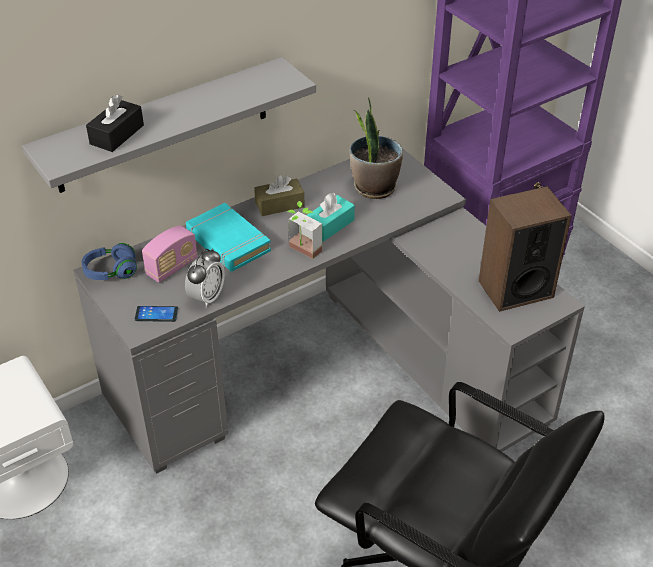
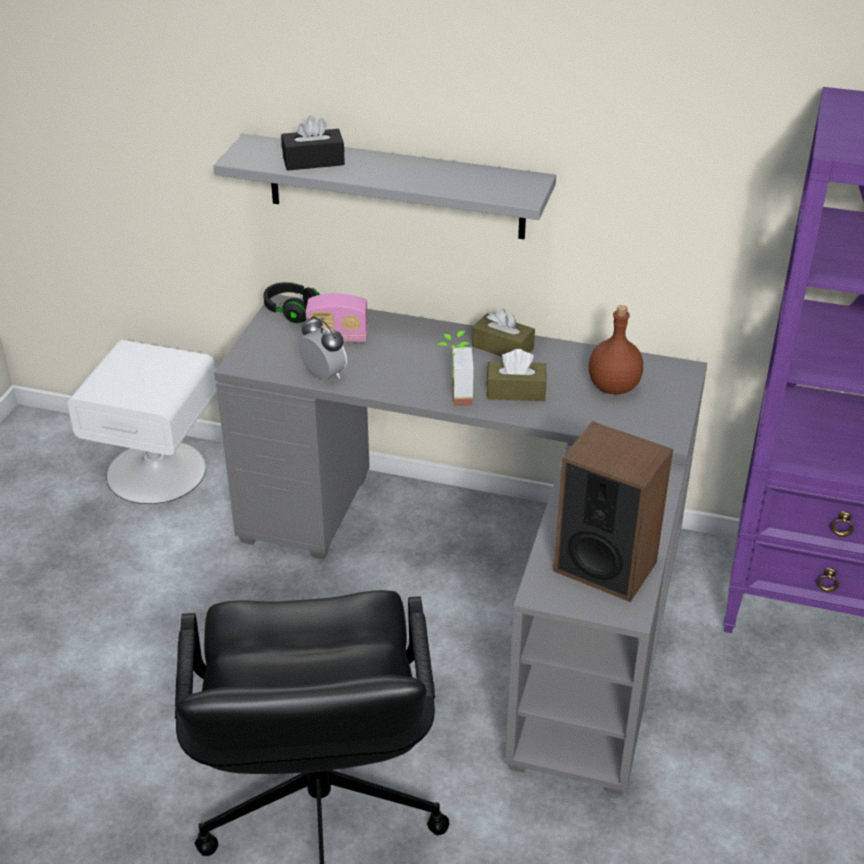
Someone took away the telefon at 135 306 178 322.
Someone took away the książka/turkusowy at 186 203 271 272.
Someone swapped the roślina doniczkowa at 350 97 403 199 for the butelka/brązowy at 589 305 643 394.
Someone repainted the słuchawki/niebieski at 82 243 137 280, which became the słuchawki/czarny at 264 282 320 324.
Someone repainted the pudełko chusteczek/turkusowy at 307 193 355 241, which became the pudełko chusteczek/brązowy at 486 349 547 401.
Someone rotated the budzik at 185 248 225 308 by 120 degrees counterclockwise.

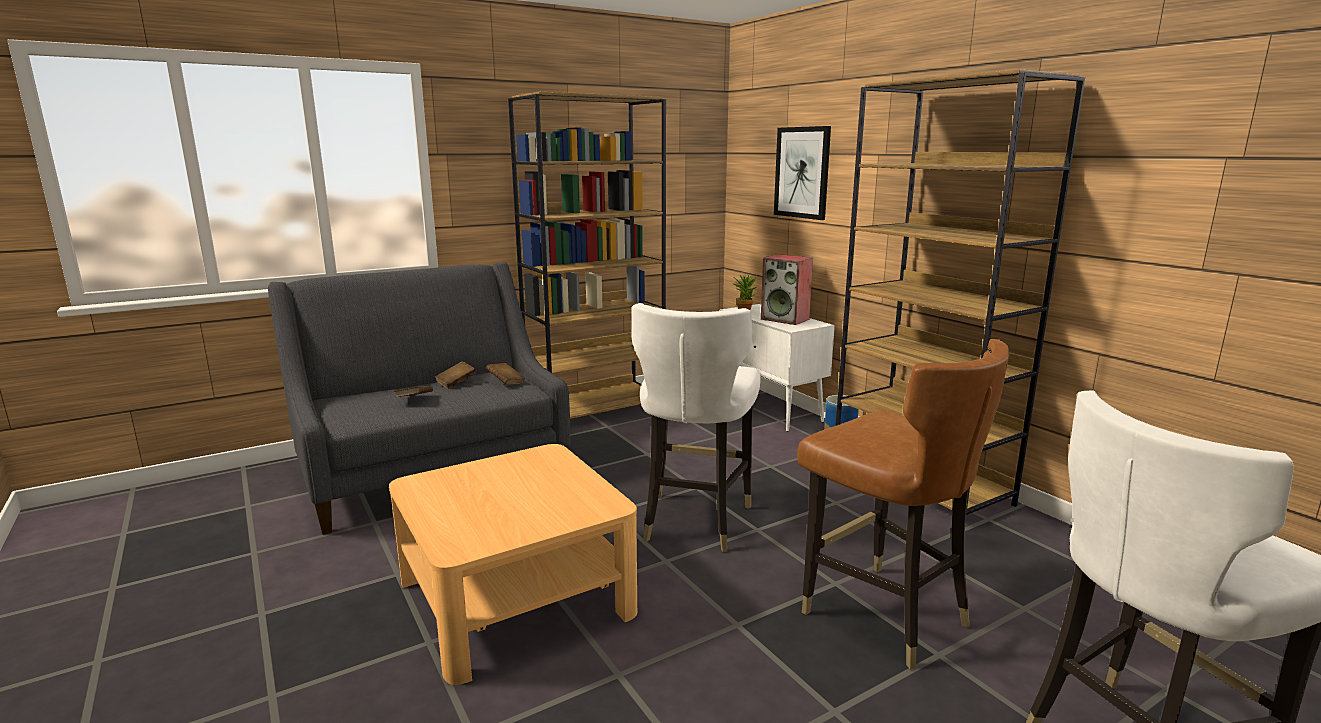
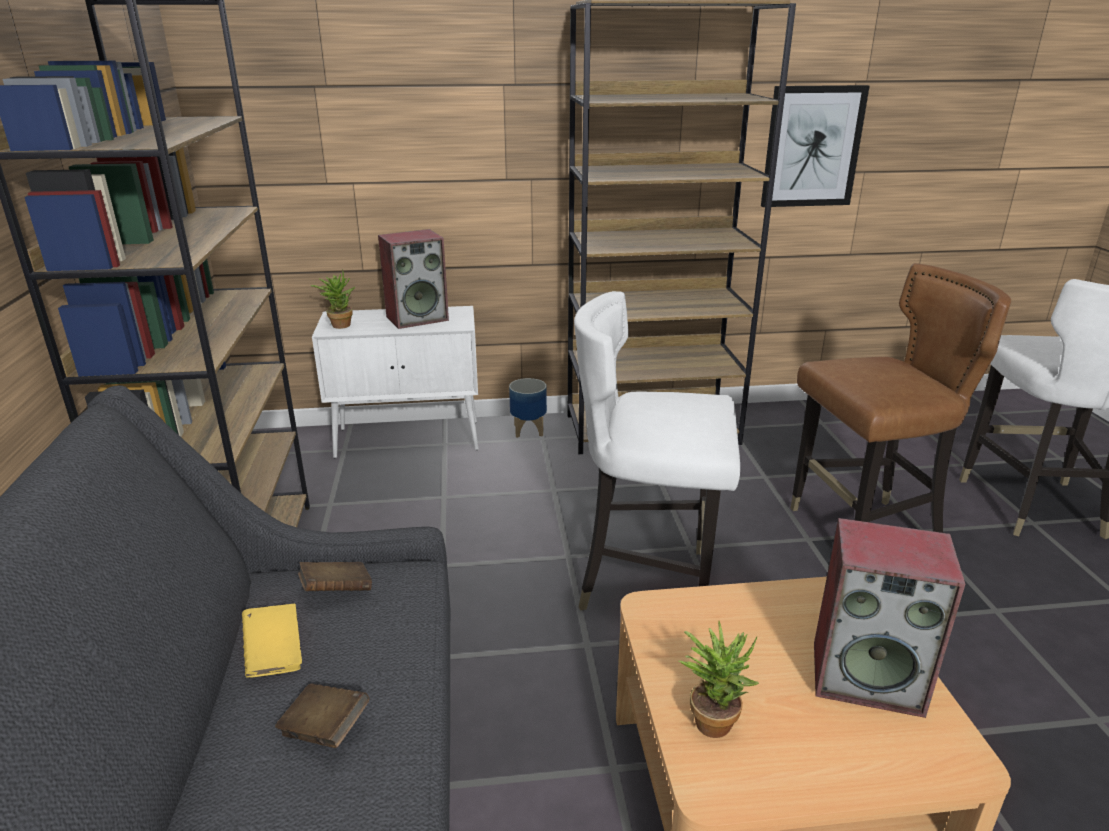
Someone put down the roślina doniczkowa at 679 621 759 738.
Someone put down the głośnik at 814 518 965 718.
Someone carried the obraz from 774 126 831 220 to 761 85 870 207.
Someone repainted the książka/brązowy at 435 361 476 389, which became the książka/żółty at 242 604 302 678.
Someone rotated the krzesło/biały at 631 303 761 552 by 150 degrees clockwise.

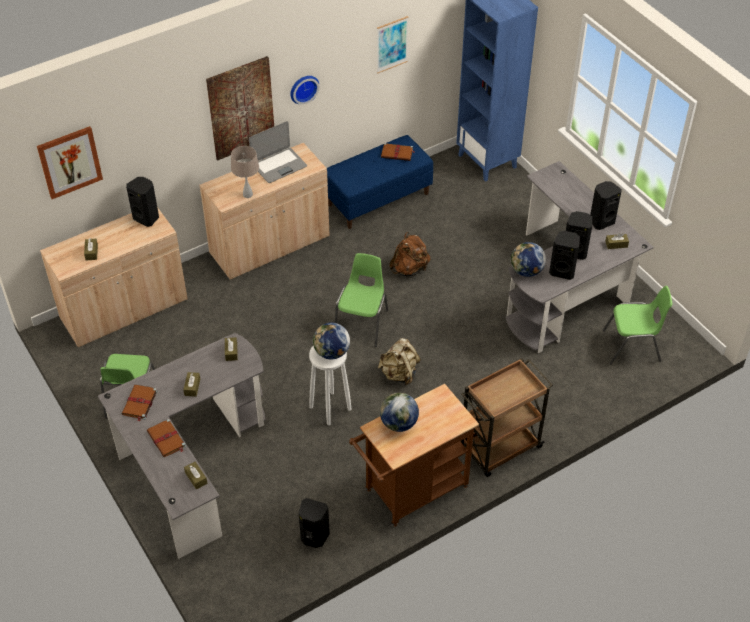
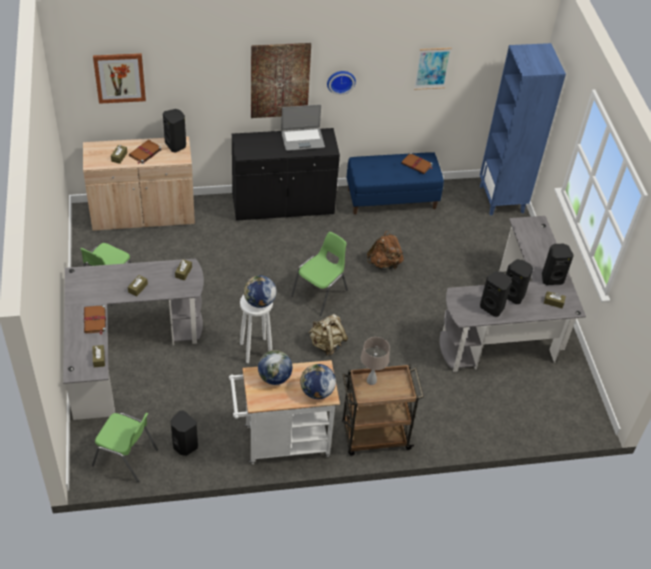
Someone carried the książka/brązowy from 122 385 157 421 to 129 140 162 164.
Someone carried the lampa stołowa/beżowy from 231 146 259 198 to 361 337 390 385.
Someone carried the globus from 511 242 546 277 to 300 364 336 399.
Someone carried the krzesło/zielony from 603 286 672 364 to 92 413 158 482.
Someone repainted the szafka/beżowy at 199 143 330 280, which became the szafka/czarny at 232 128 340 221.
Someone repainted the wózek/brązowy at 349 384 479 527, which became the wózek/biały at 229 360 340 464.

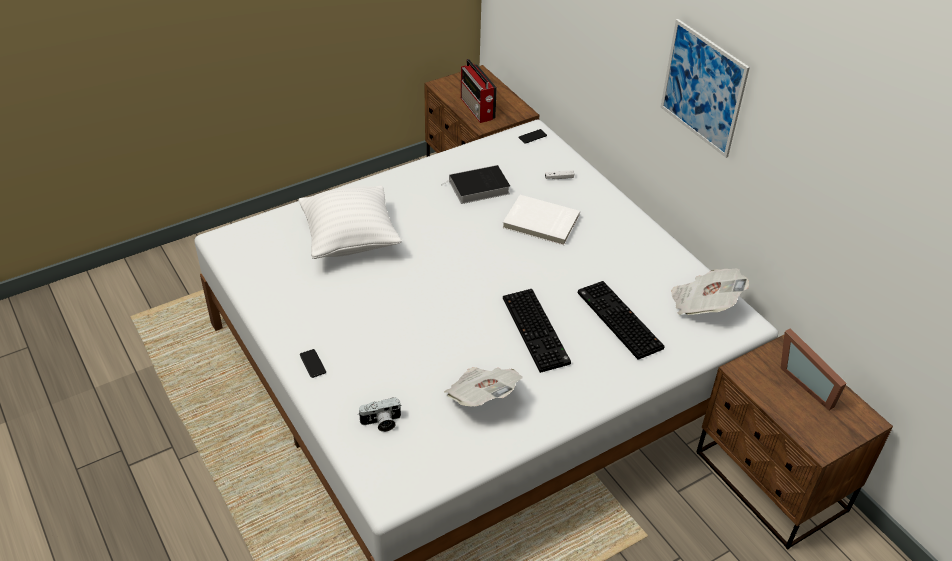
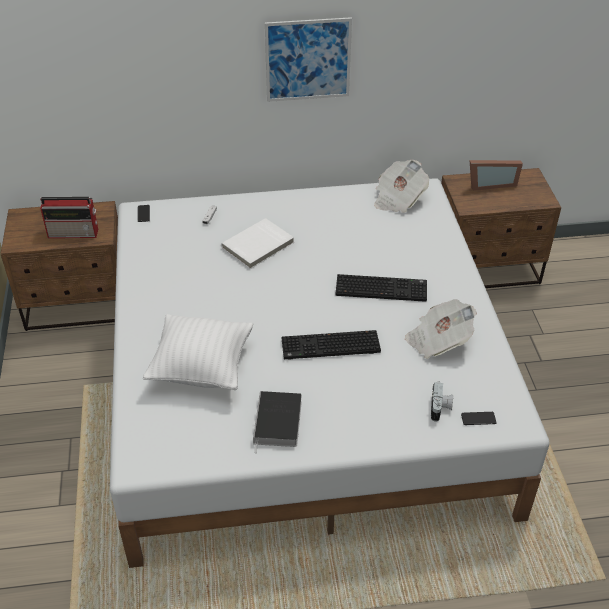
Someone carried the telefon from 300 349 326 378 to 461 412 497 425.
Someone carried the książka from 441 165 510 204 to 253 391 302 454.
Someone carried the klawiatura from 578 281 665 360 to 282 330 381 360.

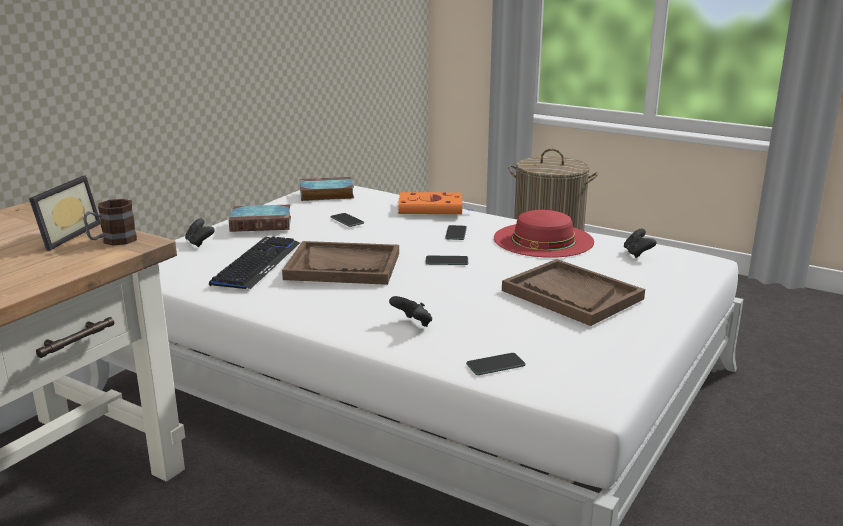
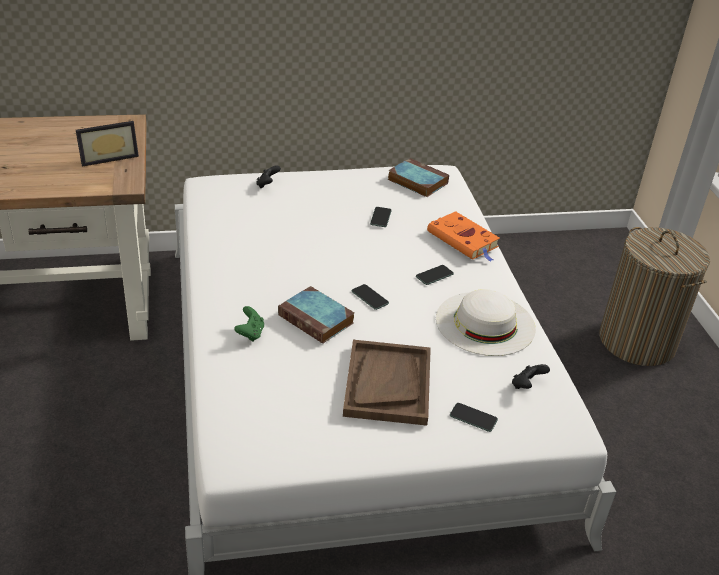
Someone took away the kubek at 83 199 137 246.
Someone took away the klawiatura at 209 237 300 289.
Someone took away the taca/brązowy at 282 241 399 285.
Someone carried the książka from 229 205 291 232 to 278 286 354 344.
Someone carried the telefon from 466 353 526 375 to 450 403 498 432.
Someone repainted the pad do gier/czarny at 389 296 432 327, which became the pad do gier/zielony at 234 306 264 342.
Someone repainted the kapelusz/czerwony at 494 210 594 258, which became the kapelusz/biały at 436 289 536 356.

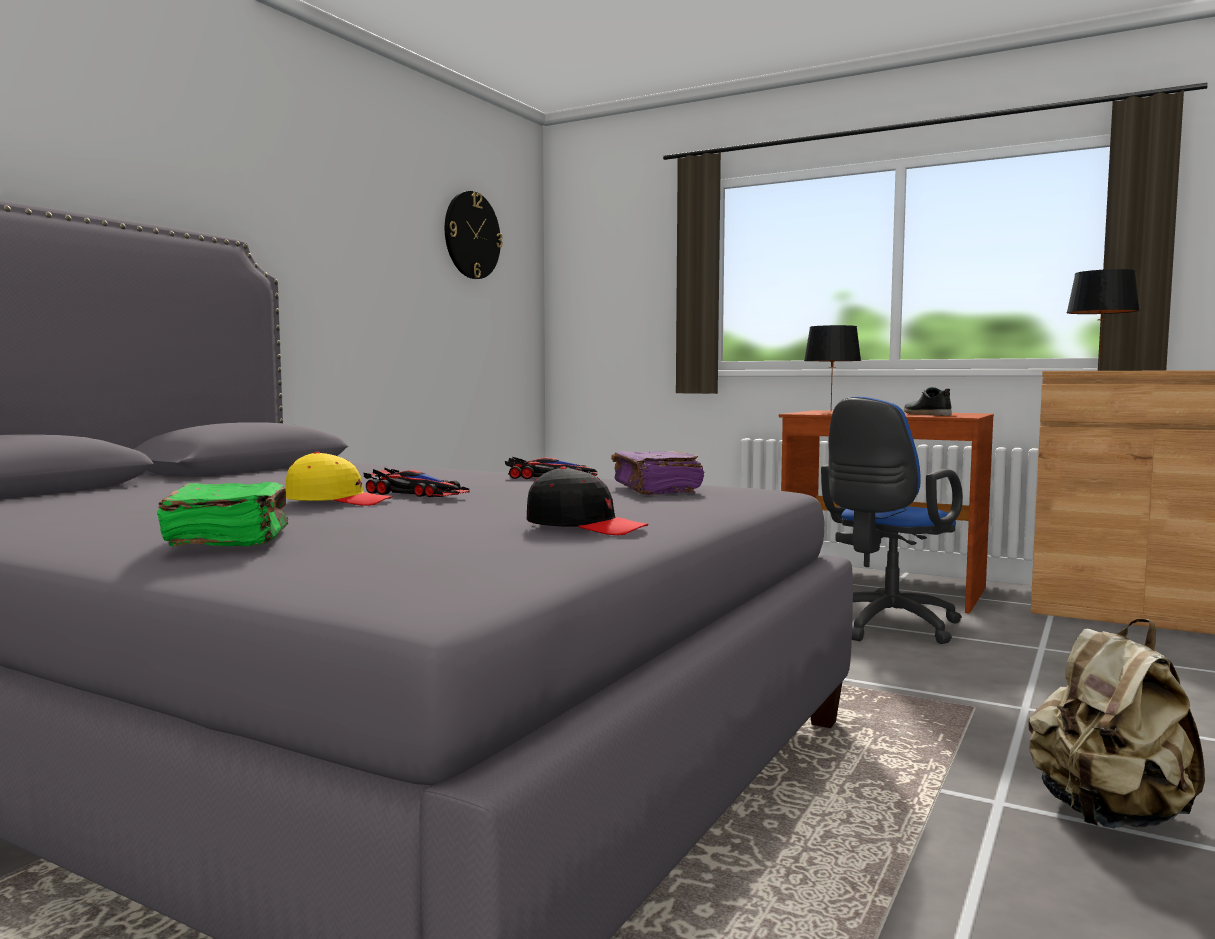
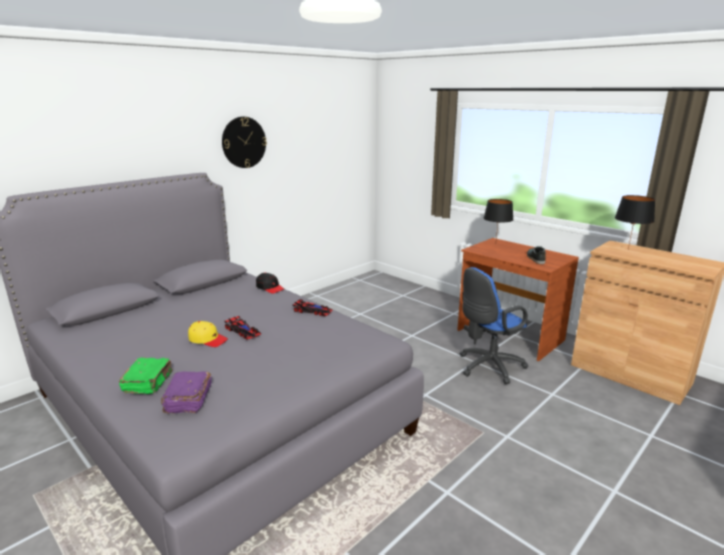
Someone took away the plecak/beżowy at 1029 619 1205 828.
Someone carried the zegar ścienny from 445 191 503 279 to 222 117 267 168.
Someone carried the czapka z daszkiem/czarny from 526 467 649 535 to 256 272 284 294.
Someone carried the książka/fioletowy from 611 451 704 495 to 161 372 212 413.

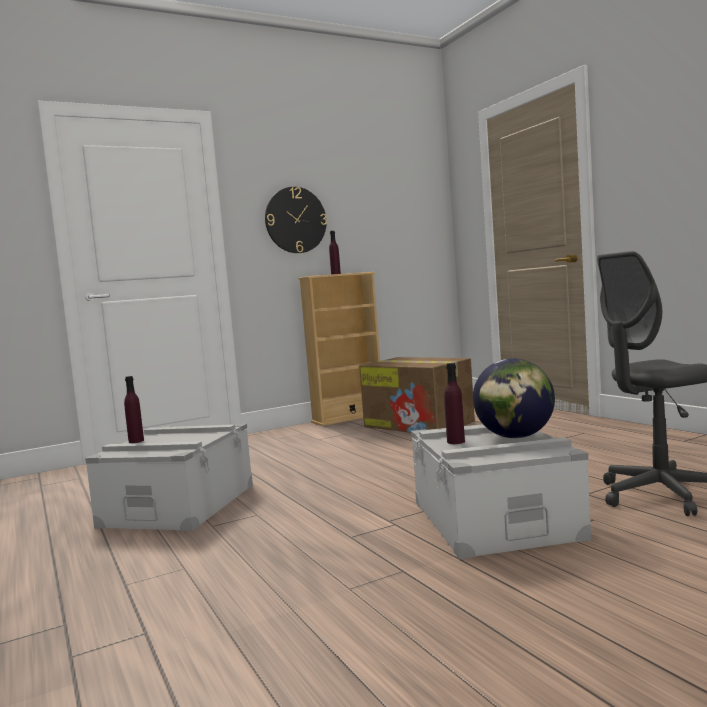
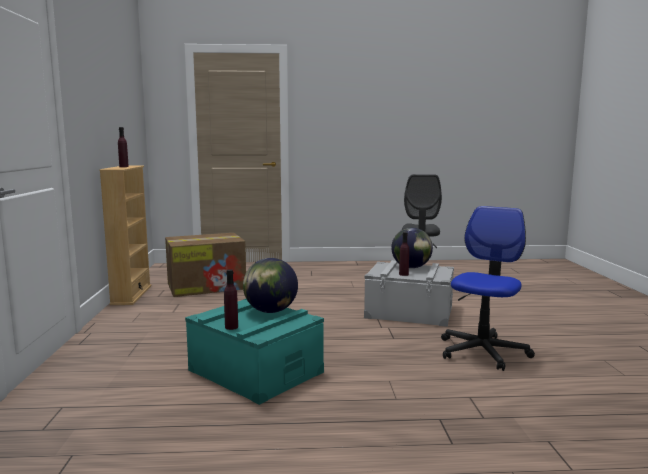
Someone took away the zegar ścienny at 265 187 327 253.
Someone put down the globus at 243 258 298 313.
Someone put down the krzesło biurowe at 441 206 535 371.
Someone repainted the pojemnik do przechowywania/szary at 85 423 253 531, which became the pojemnik do przechowywania/turkusowy at 185 299 324 405.

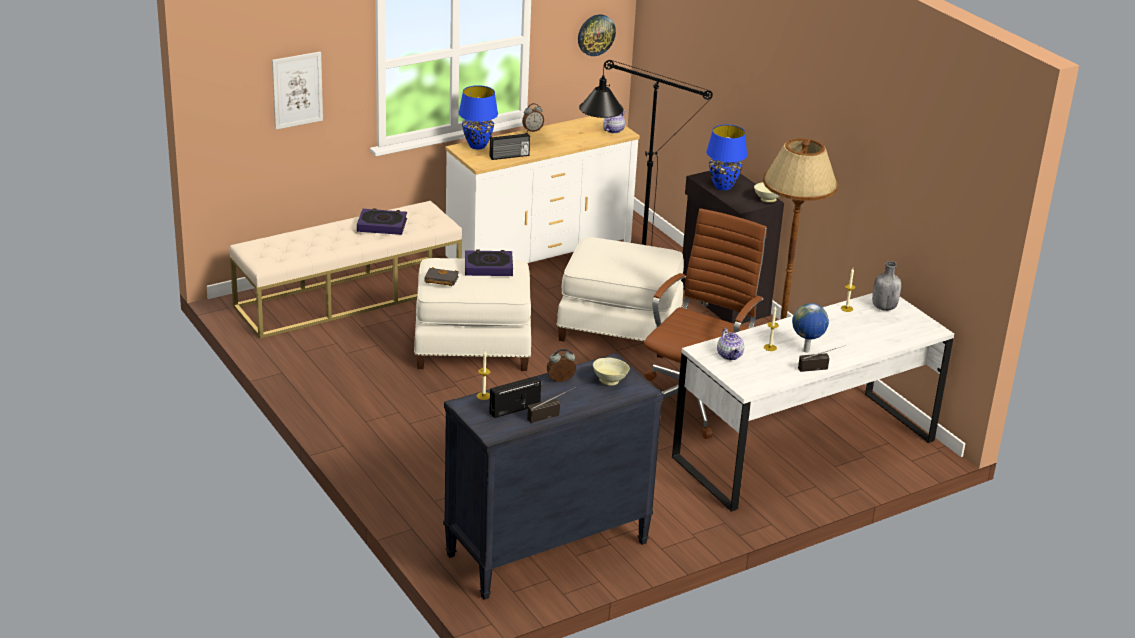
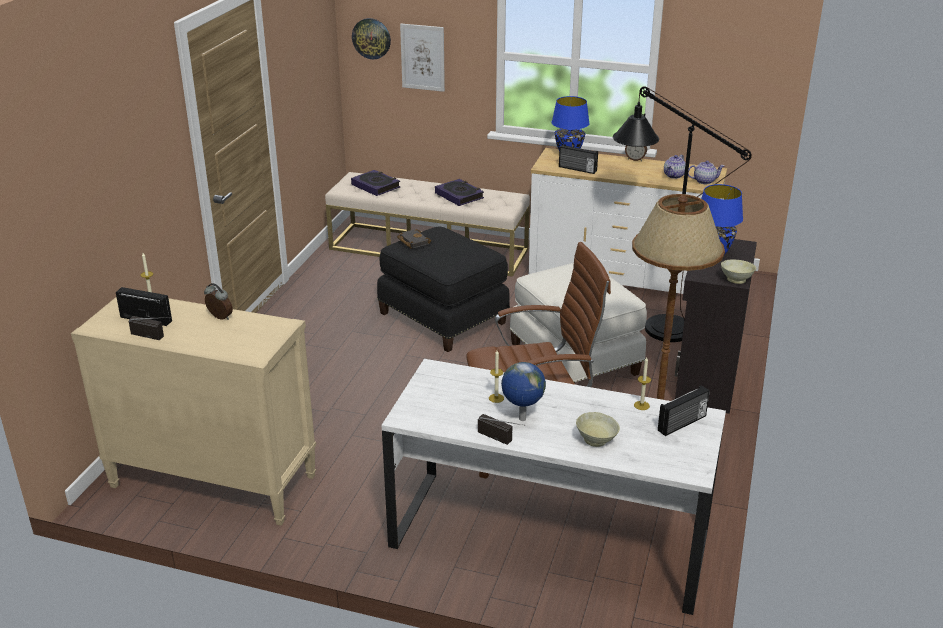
Someone carried the książka from 465 250 513 276 to 351 170 400 196.
Someone carried the zegar ścienny from 578 14 616 56 to 352 18 391 60.
Someone carried the miska/beżowy from 593 358 630 386 to 576 412 620 447.
Someone carried the imbryk from 717 328 744 360 to 664 154 686 179.
Someone swapped the butelka/szary at 872 261 901 311 for the radio at 658 385 710 436.
Someone repainted the pufa/biały at 414 258 531 371, which became the pufa/czarny at 377 226 510 352.
Someone repainted the komoda/czarny at 443 353 664 600, which became the komoda/beżowy at 71 297 316 526.

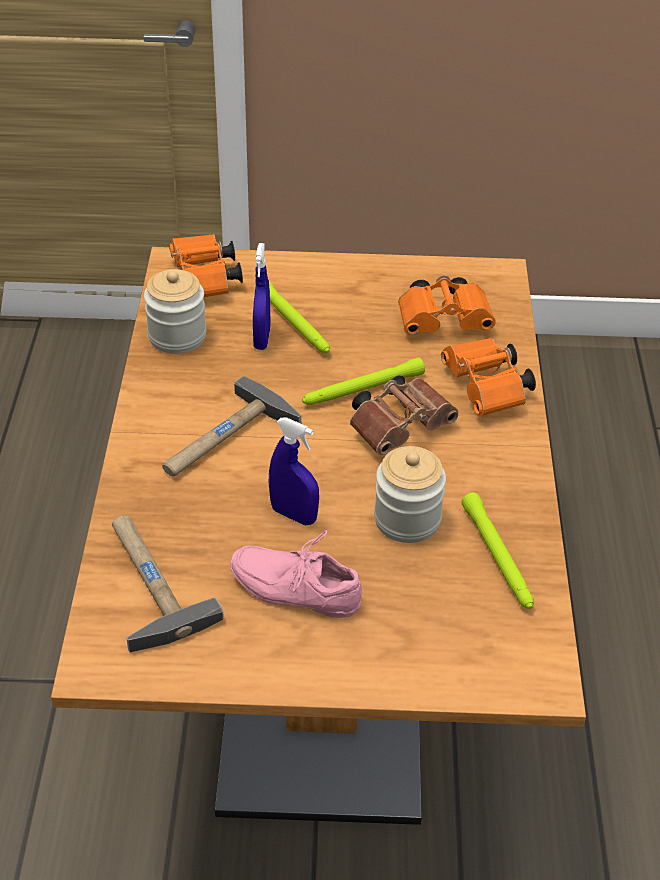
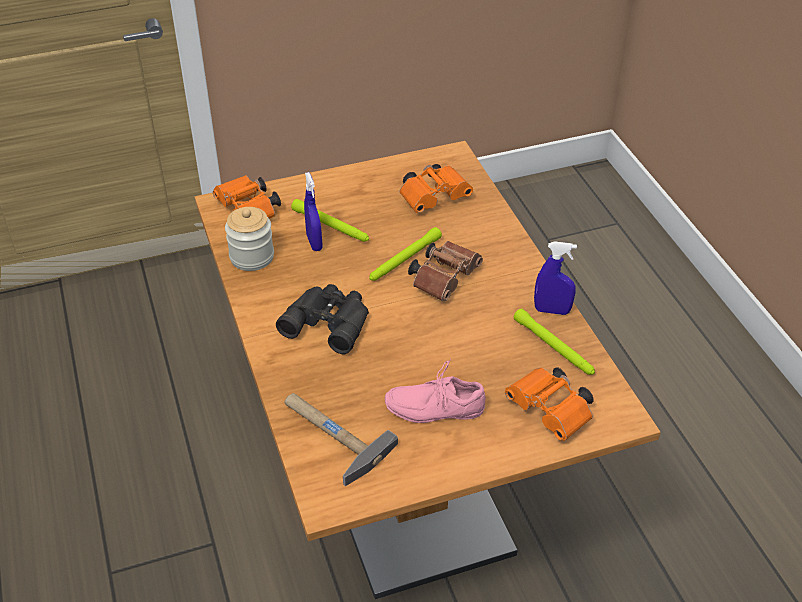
Someone took away the słoik at 374 446 446 543.
Someone carried the spryskiwacz/niebieski from 268 417 319 525 to 534 241 577 315.
Someone carried the lornetka/pomarańczowy from 441 338 536 416 to 505 367 594 441.
Someone swapped the młotek at 162 376 301 477 for the lornetka/czarny at 276 284 369 354.

